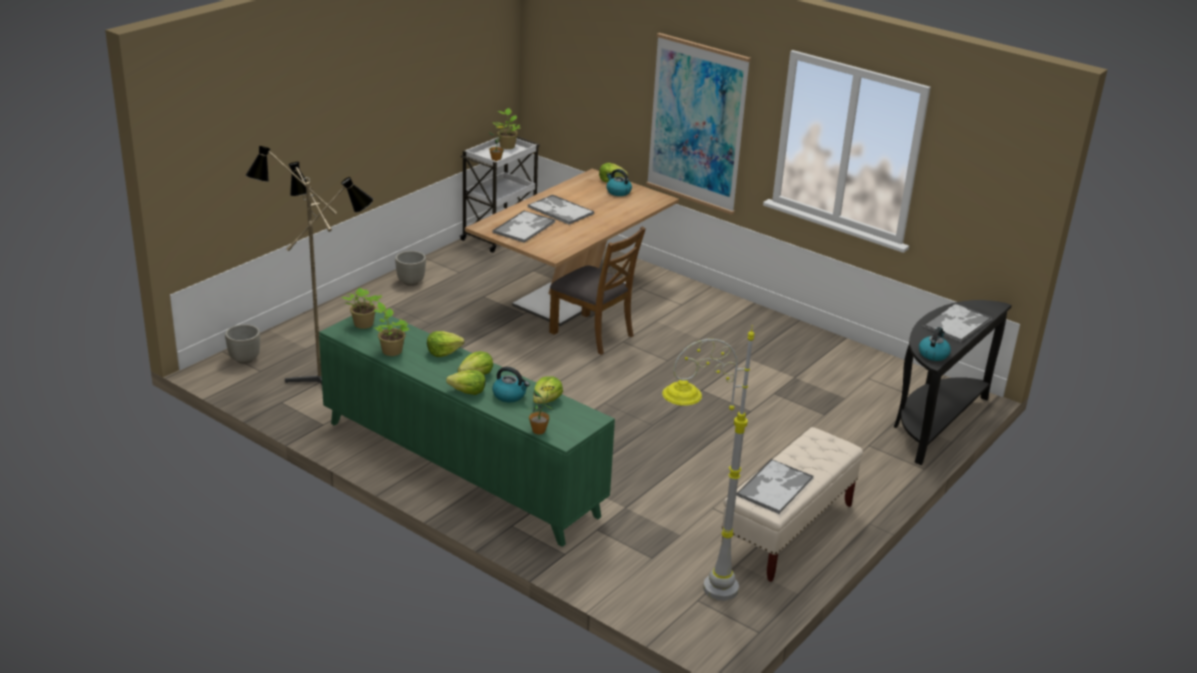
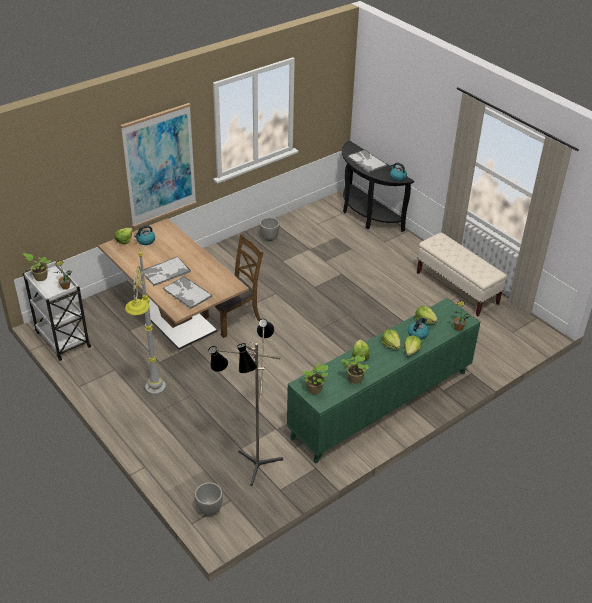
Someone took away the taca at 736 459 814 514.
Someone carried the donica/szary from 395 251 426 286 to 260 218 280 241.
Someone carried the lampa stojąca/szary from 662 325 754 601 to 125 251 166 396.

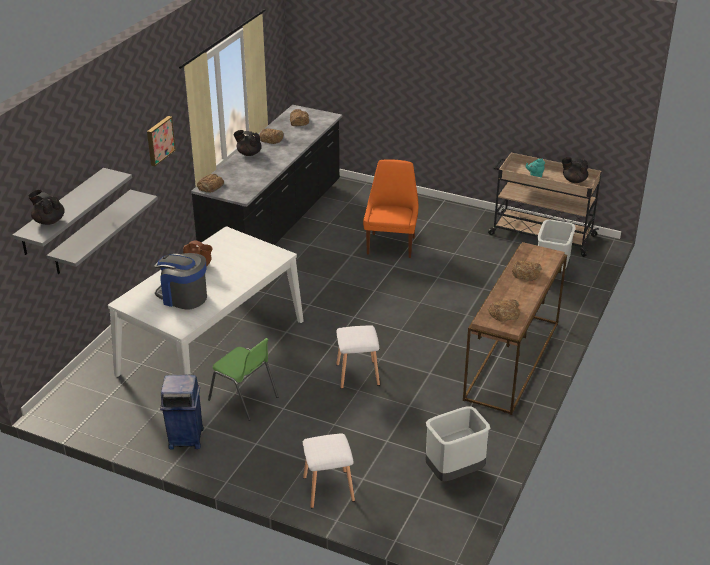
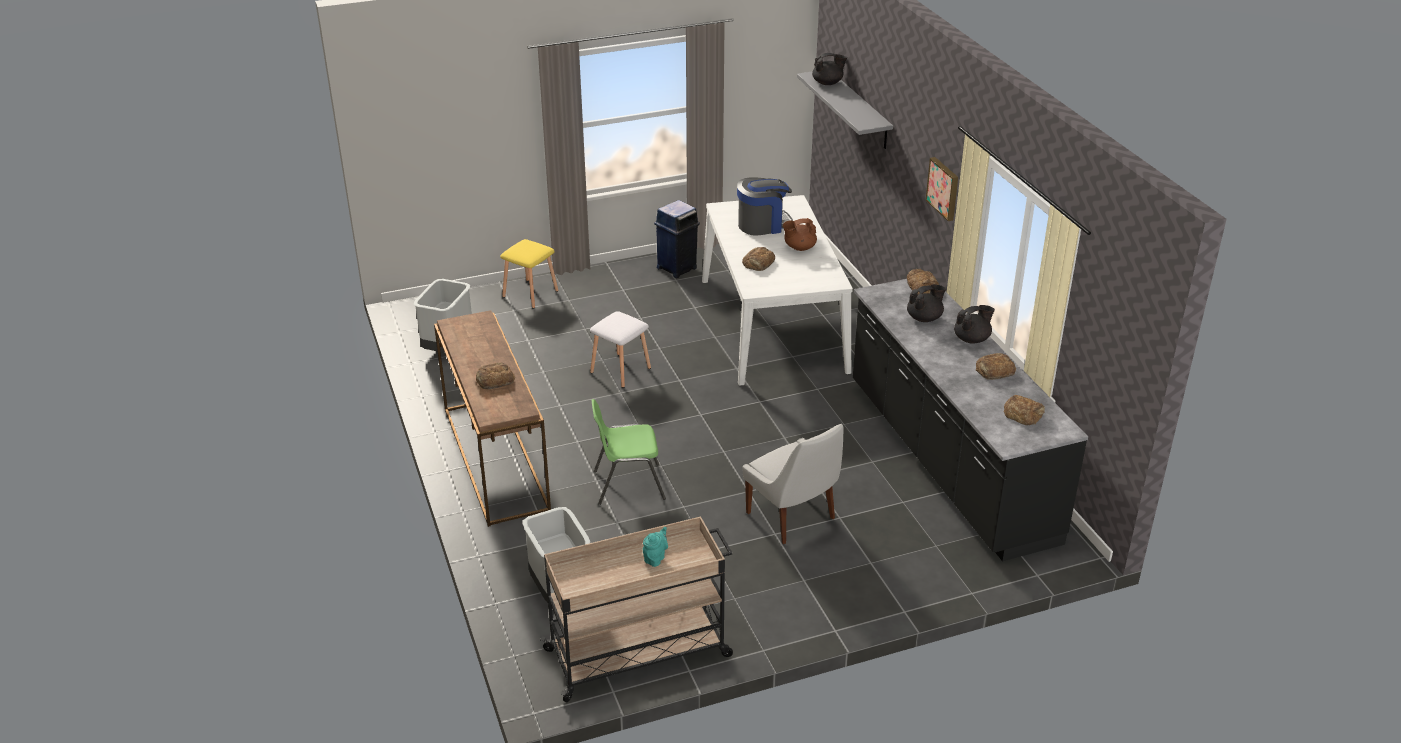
Someone took away the półka/szary at 46 189 158 274.
Someone carried the krzesło/zielony from 208 338 278 421 to 591 399 666 505.
Someone carried the chleb from 488 299 520 321 to 742 247 775 271.
Someone carried the imbryk/czarny from 562 157 588 183 to 907 284 946 322.
Someone repainted the stołek/biały at 303 433 355 508, which became the stołek/żółty at 500 239 558 309.
Someone repainted the krzesło/pomarańczowy at 363 159 418 258, which became the krzesło/biały at 742 424 843 544.

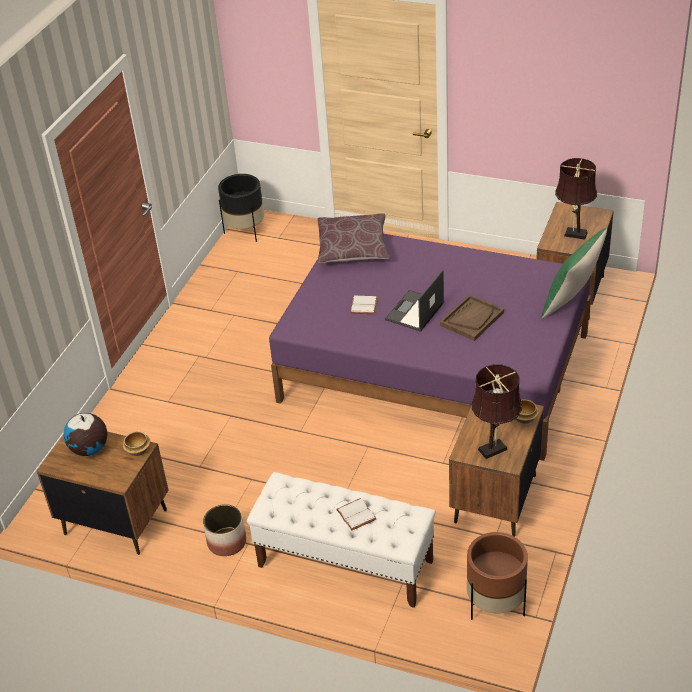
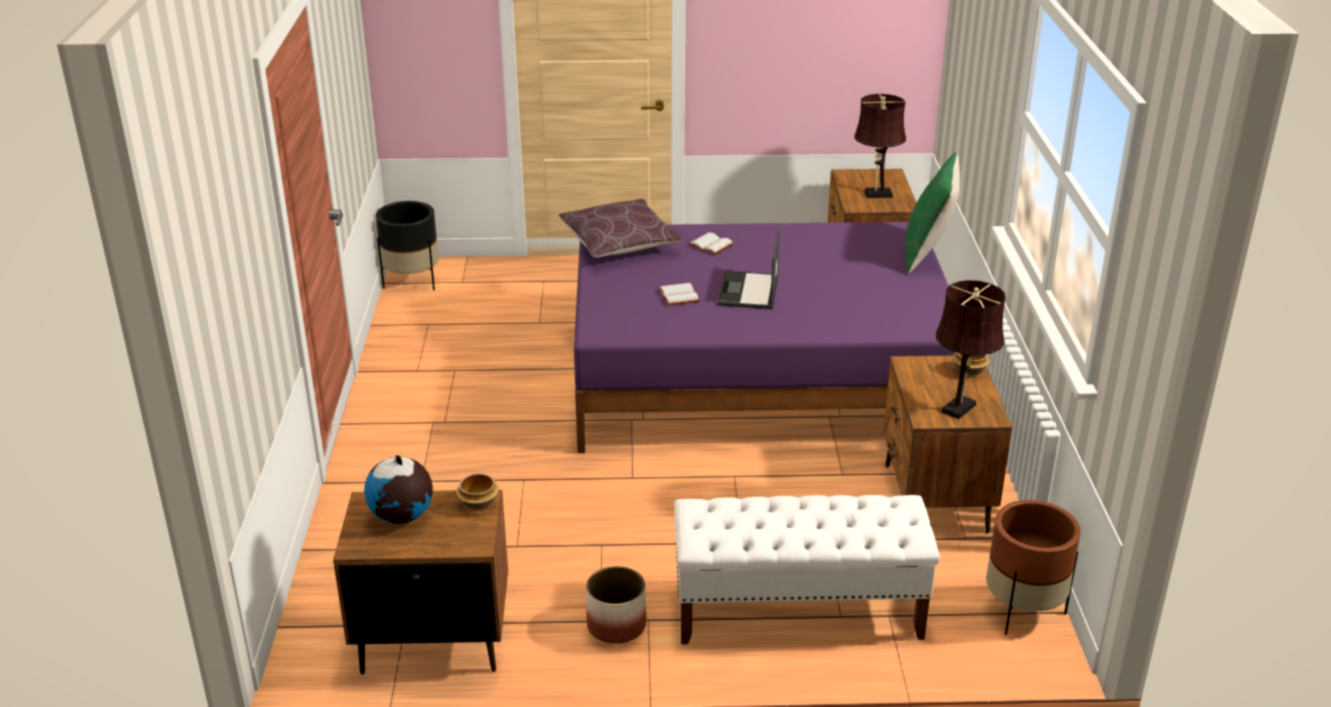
Someone took away the taca/brązowy at 440 295 504 341.
Someone carried the książka/biały from 336 498 376 531 to 688 232 735 255.

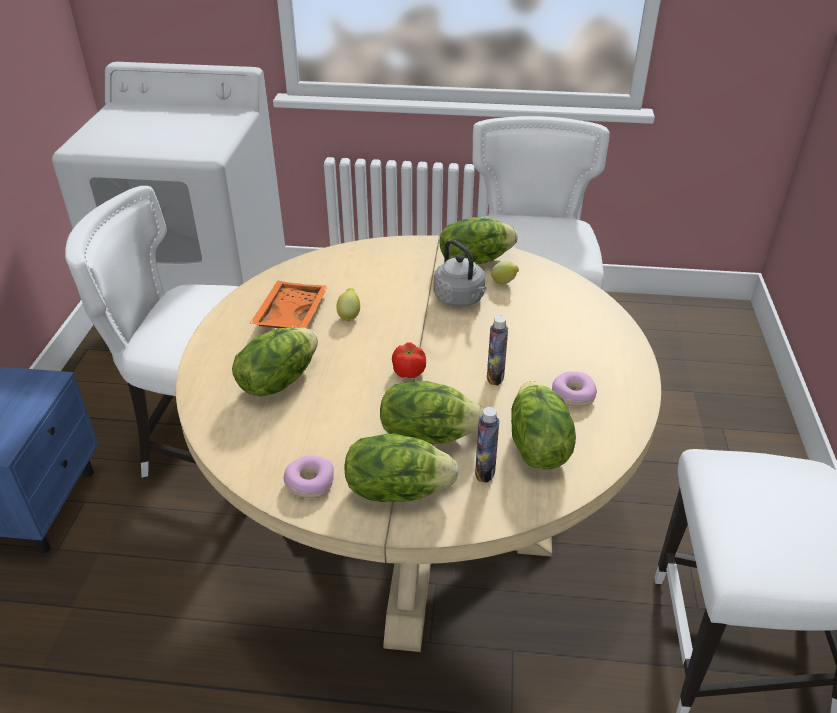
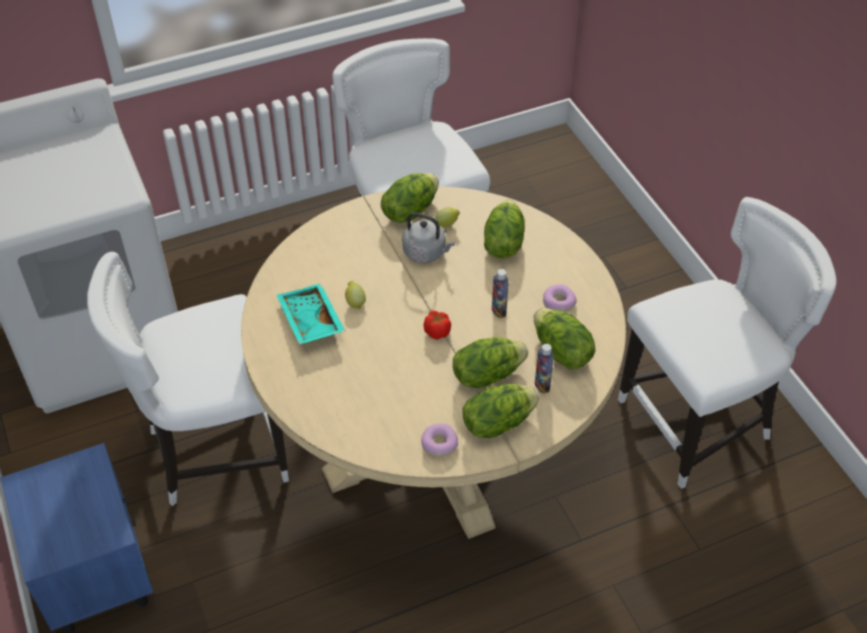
Someone carried the sałata from 232 327 318 396 to 484 200 525 259.
Someone repainted the taca/pomarańczowy at 249 281 328 328, which became the taca/turkusowy at 277 283 345 344.

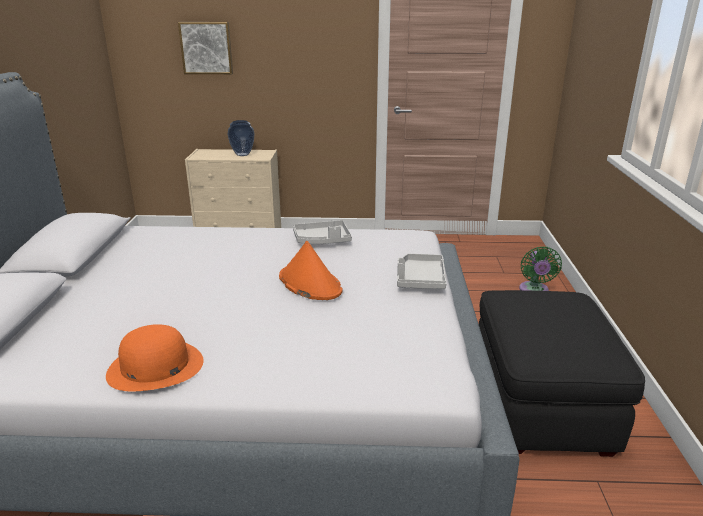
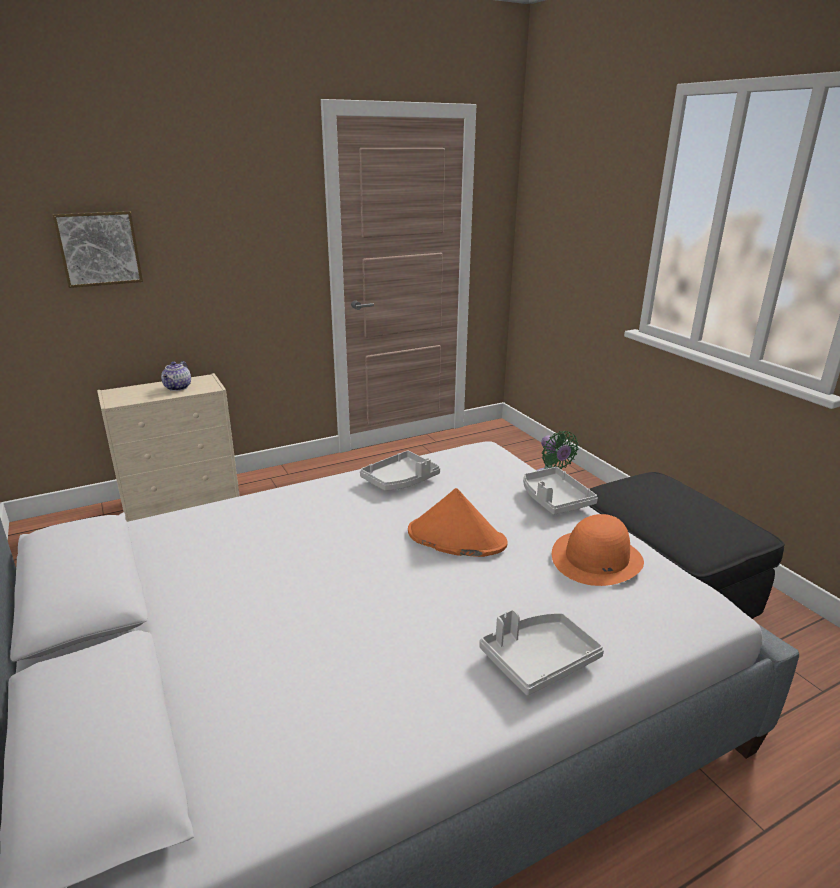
Someone put down the taca/szary at 479 609 604 696.
Someone carried the kapelusz/pomarańczowy from 106 324 203 391 to 552 514 644 586.
Someone swapped the wazon at 227 120 255 156 for the imbryk at 161 361 191 391.

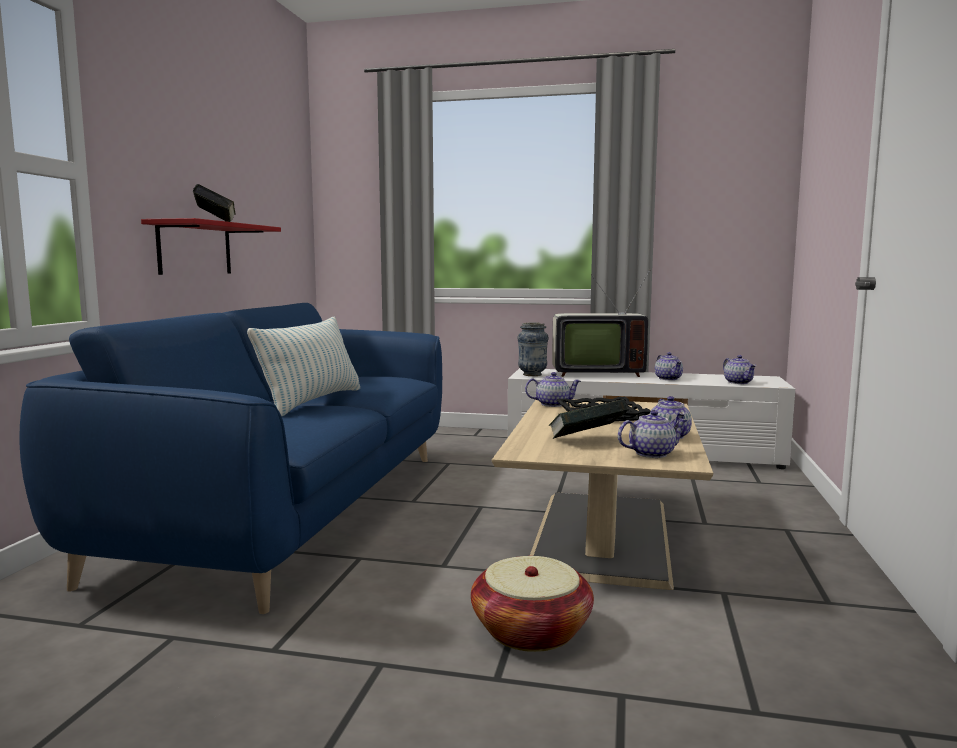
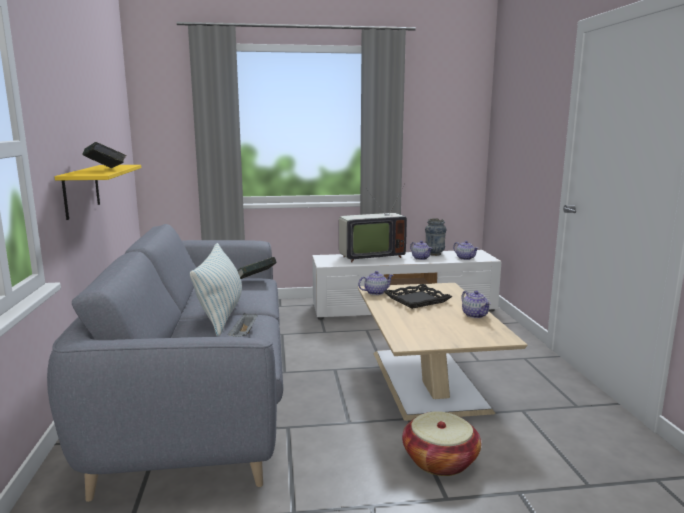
Someone took away the imbryk at 618 410 687 458.
Someone put down the taca/szary at 227 313 258 337.
Someone carried the wazon from 517 322 549 376 to 425 218 446 256.
Someone carried the książka from 549 399 628 439 to 237 257 277 279.
Someone repainted the kanapa/niebieski at 19 303 442 614, which became the kanapa/szary at 47 224 283 502.
Someone repainted the półka/czerwony at 141 218 281 275, which became the półka/żółty at 55 165 141 220.

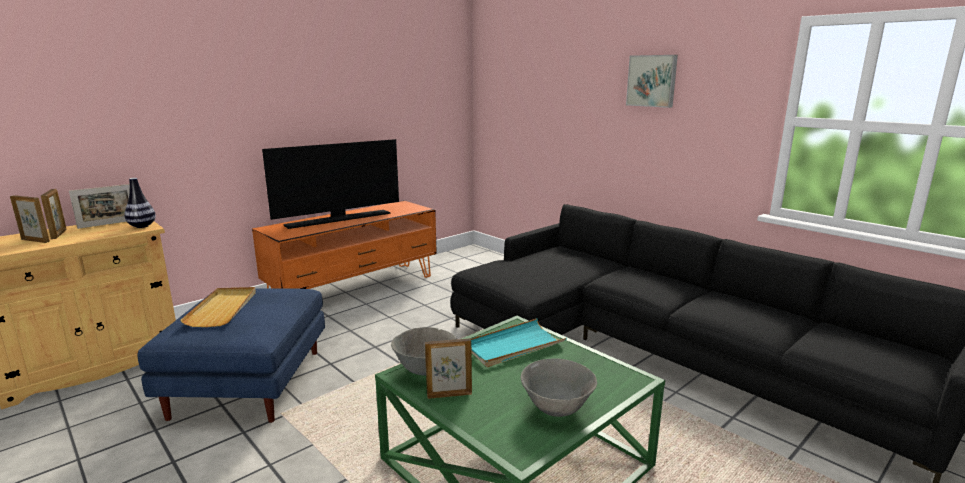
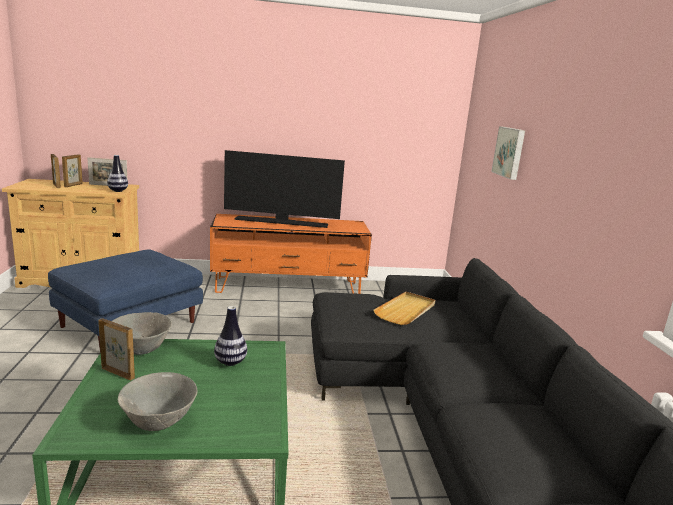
Someone carried the taca/beżowy from 180 287 256 327 to 373 292 435 325.
Someone carried the obraz from 626 55 678 108 to 491 126 525 180.
Someone swapped the taca/turkusowy at 471 319 567 367 for the wazon at 214 306 247 366.

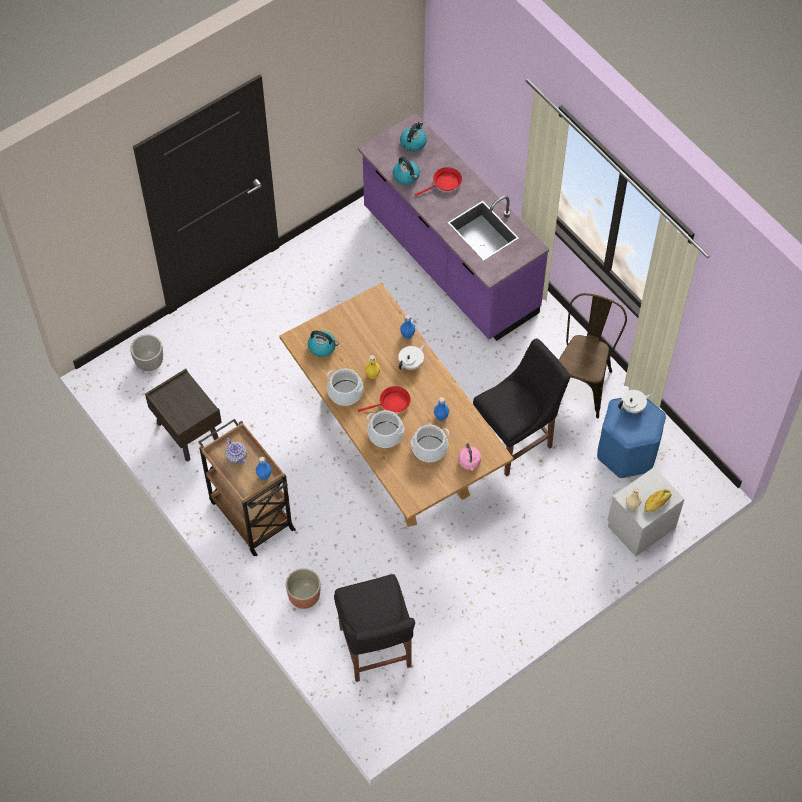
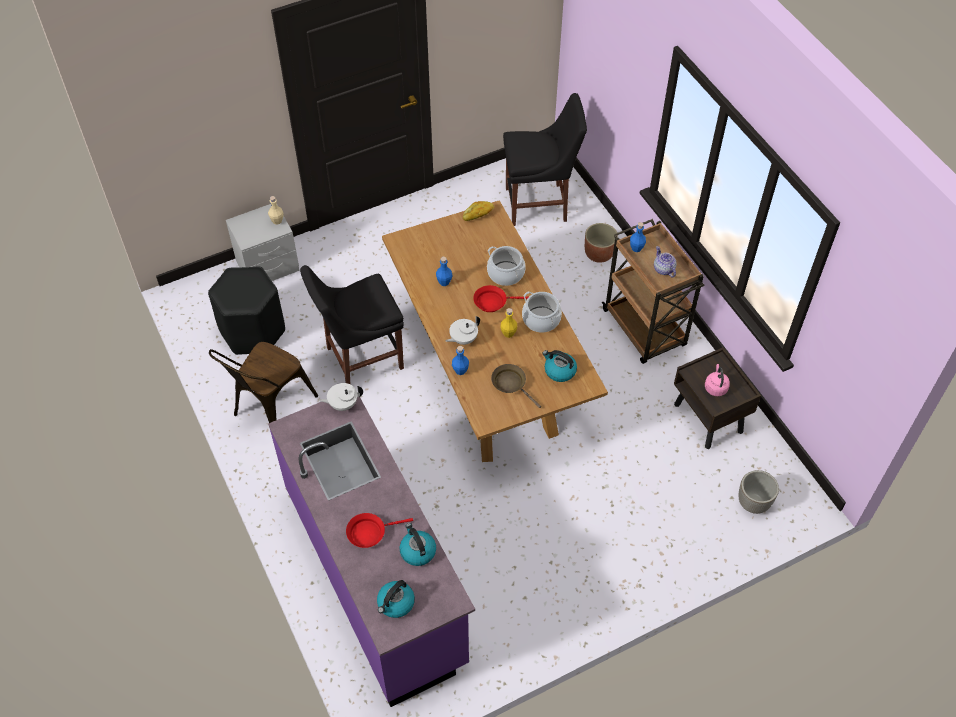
Someone took away the garnek at 410 425 450 462.
Someone put down the patelnia/brązowy at 491 364 541 408.
Someone carried the czajnik/różowy from 459 443 481 471 to 705 364 730 396.
Someone carried the imbryk/biały from 618 390 652 413 to 318 383 363 411.
Someone carried the chleb from 644 489 671 512 to 463 201 494 221.
Someone repainted the stołek/niebieski at 597 398 666 478, which became the stołek/czarny at 208 266 285 355.
Someone rotated the krzesło/czarny at 334 574 415 682 by 90 degrees clockwise.

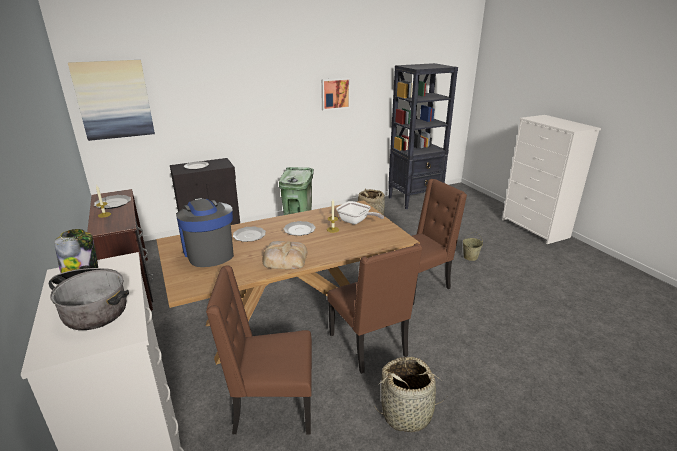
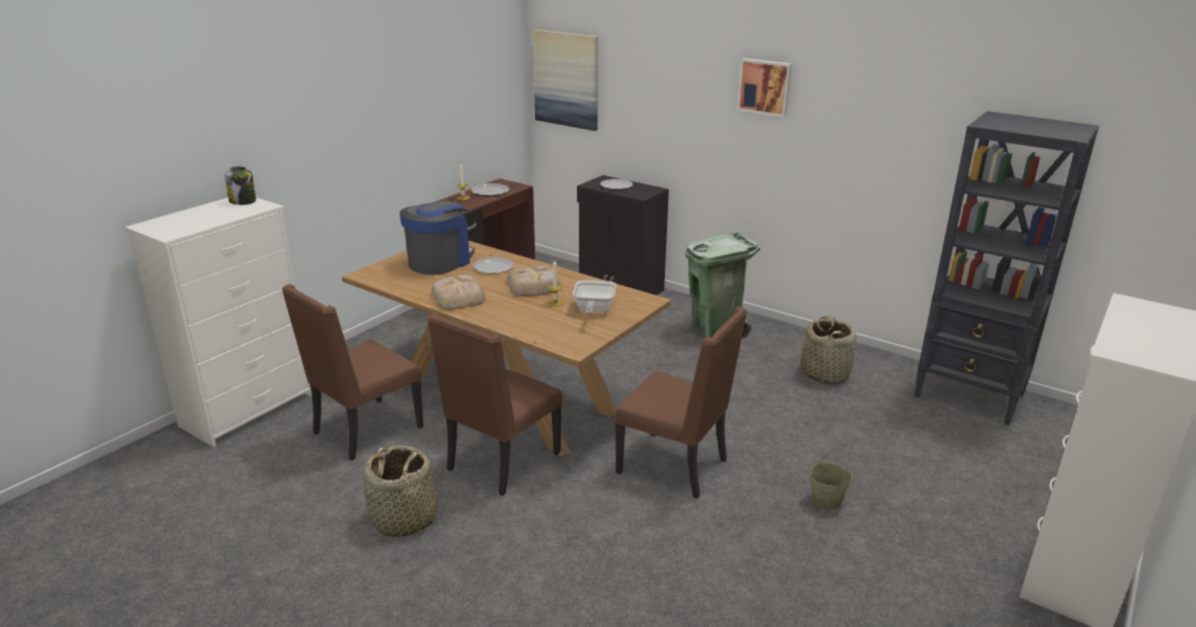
Someone took away the garnek at 49 266 129 330.
Someone carried the obraz from 321 78 350 111 to 737 58 792 117.
Someone swapped the talerz at 283 221 316 236 for the chleb at 506 266 561 296.
Someone rotated the krzesło/brązowy at 206 265 312 435 by 105 degrees counterclockwise.

